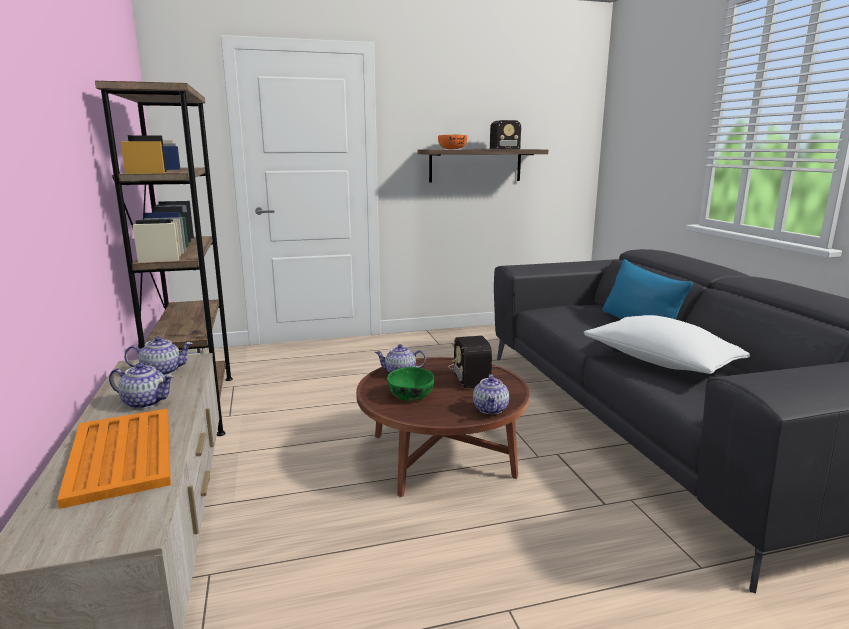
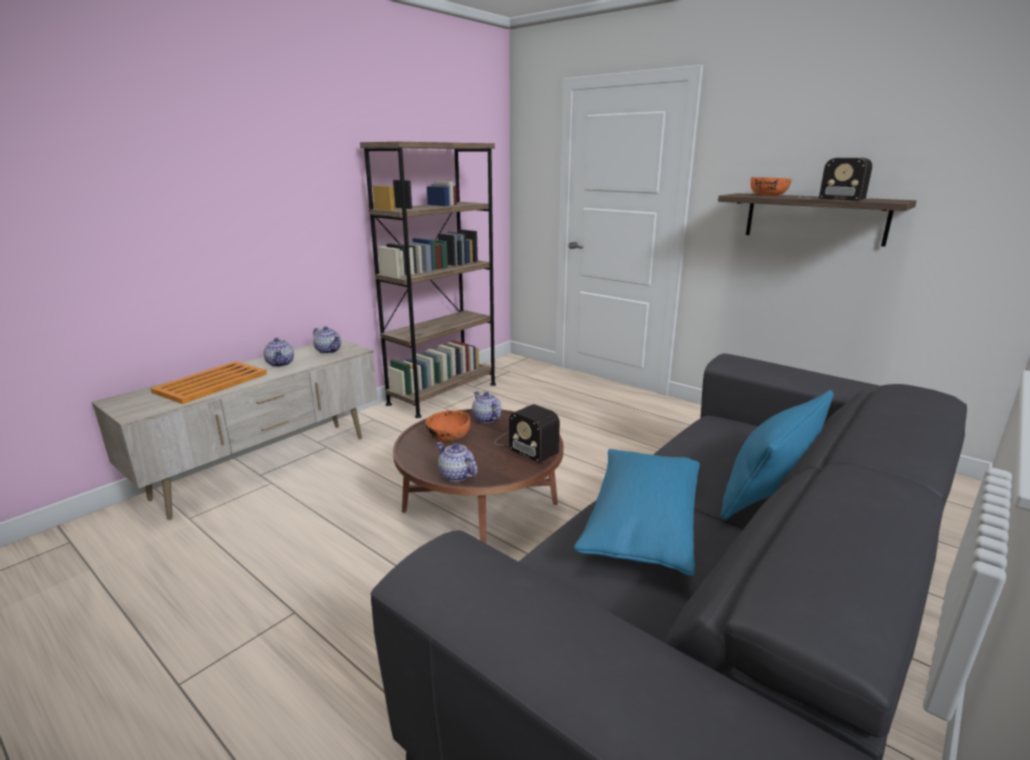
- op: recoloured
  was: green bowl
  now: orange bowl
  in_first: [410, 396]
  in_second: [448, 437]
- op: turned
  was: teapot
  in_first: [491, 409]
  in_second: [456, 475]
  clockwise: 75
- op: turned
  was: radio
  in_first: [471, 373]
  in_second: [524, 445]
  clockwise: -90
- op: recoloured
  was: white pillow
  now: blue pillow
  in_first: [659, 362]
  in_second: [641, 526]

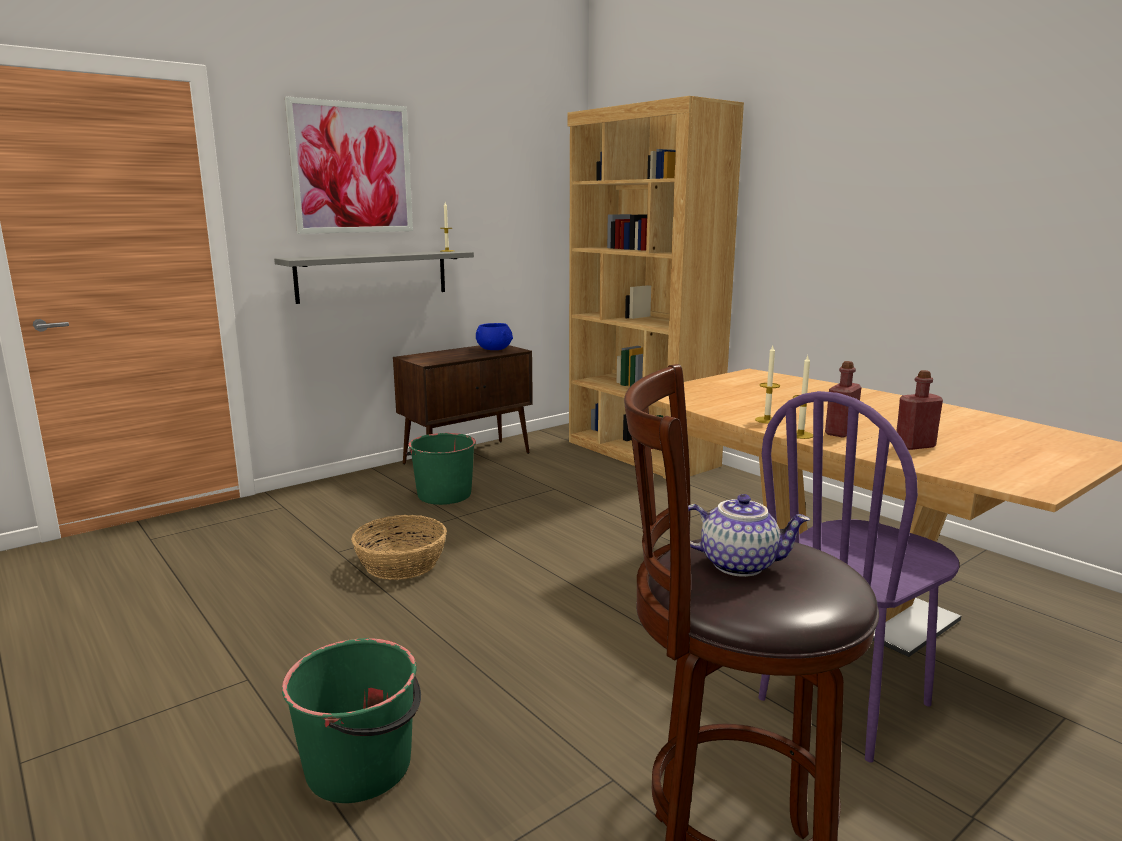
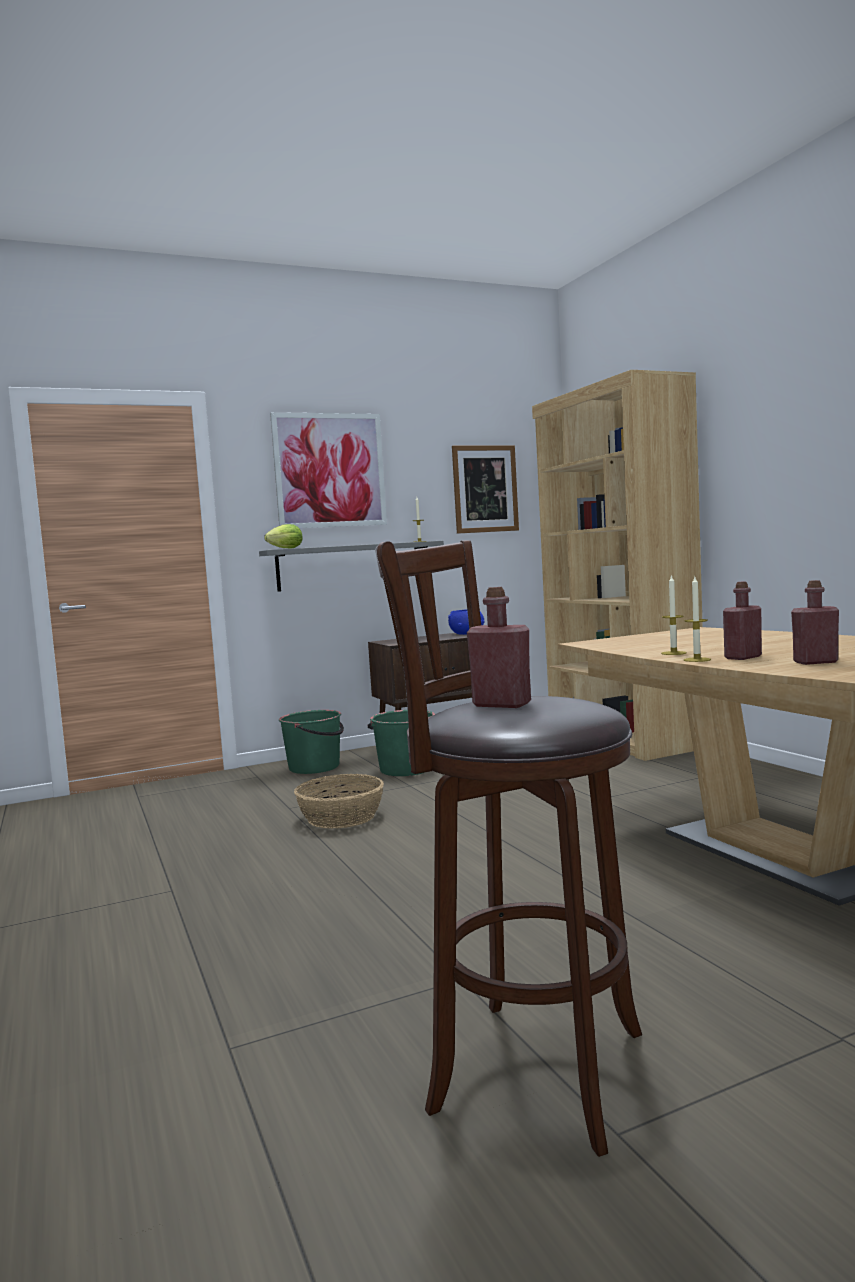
- op: added
  now: lettuce
  in_second: [284, 548]
- op: moved
  was: green bucket
  in_first: [361, 766]
  in_second: [315, 767]
- op: added
  now: picture
  in_second: [485, 489]
- op: replaced
  was: teapot
  now: red bottle
  in_first: [739, 564]
  in_second: [501, 704]
- op: removed
  was: purple chair
  in_first: [845, 702]

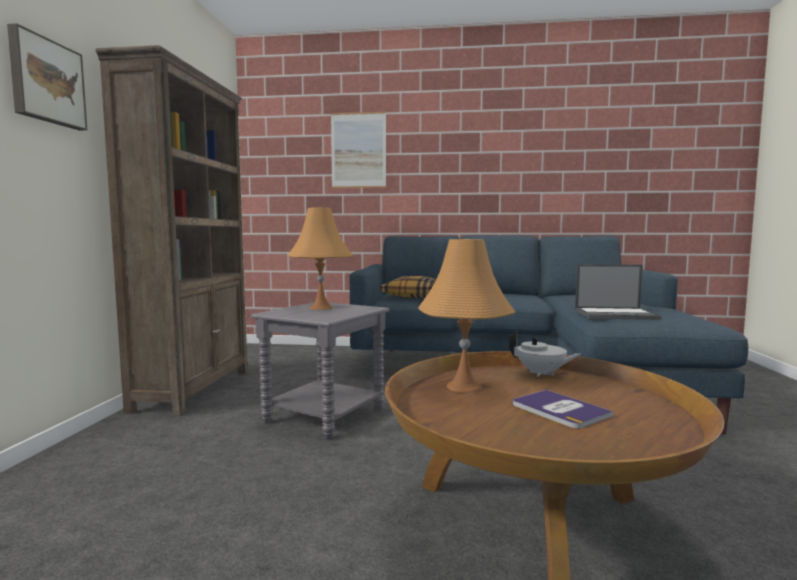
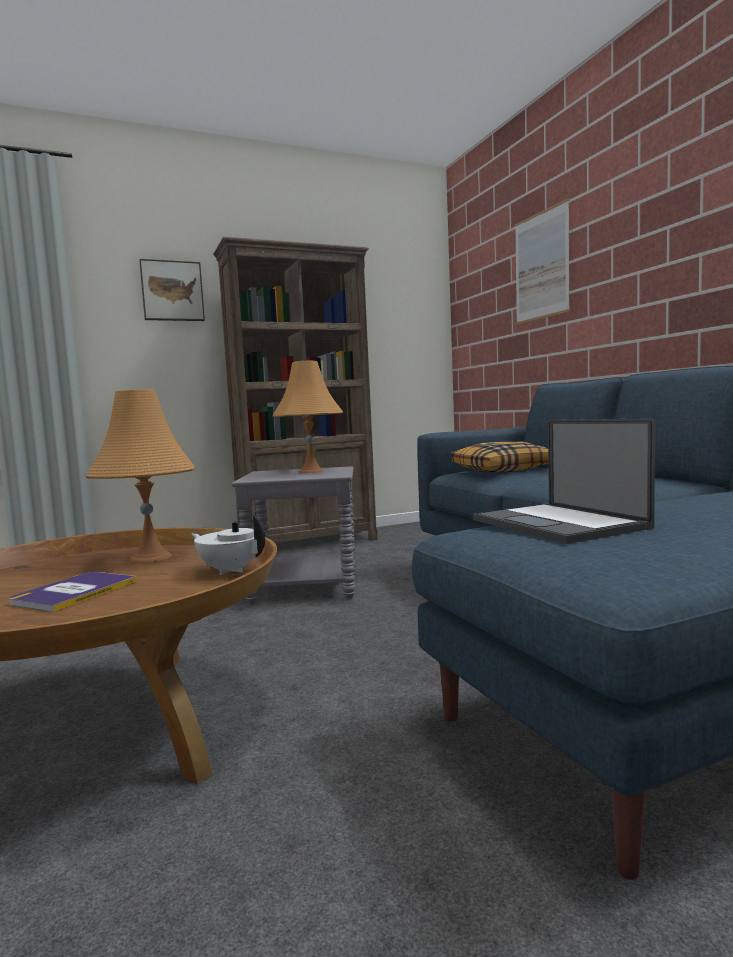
- op: turned
  was: white teapot
  in_first: [541, 374]
  in_second: [230, 570]
  clockwise: 120

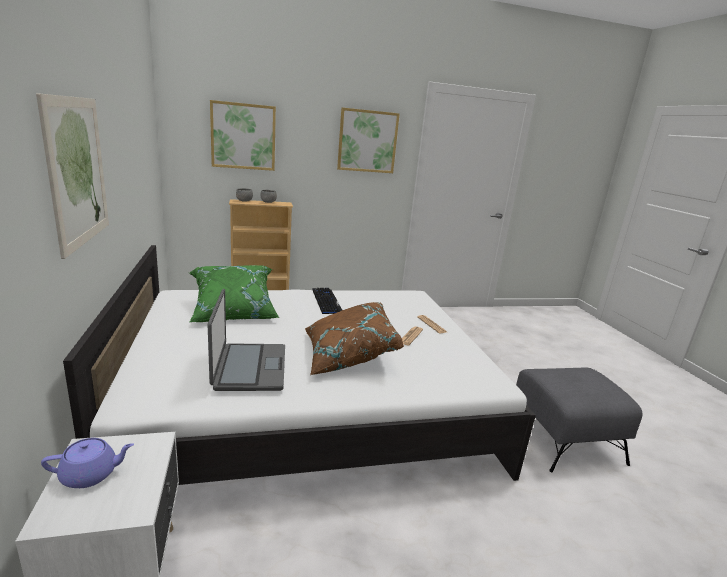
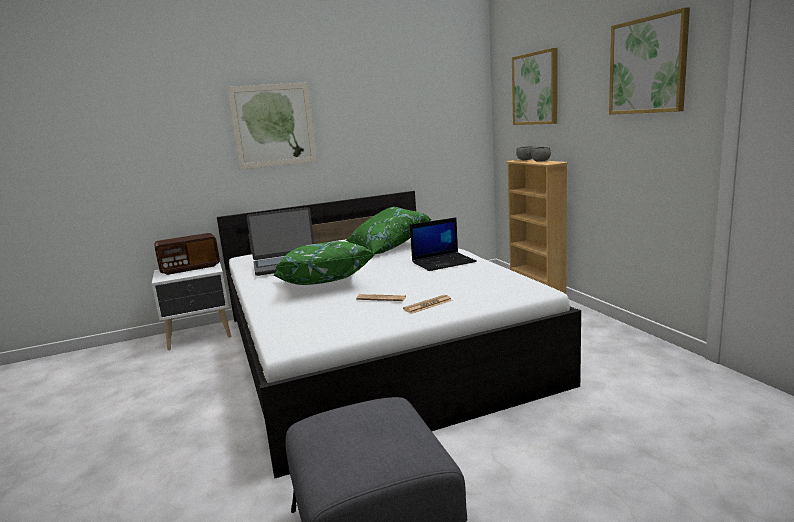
- op: replaced
  was: purple teapot
  now: radio
  in_first: [91, 474]
  in_second: [190, 268]
- op: recoloured
  was: brown pillow
  now: green pillow
  in_first: [347, 355]
  in_second: [323, 284]
- op: replaced
  was: keyboard
  now: laptop
  in_first: [326, 301]
  in_second: [444, 262]

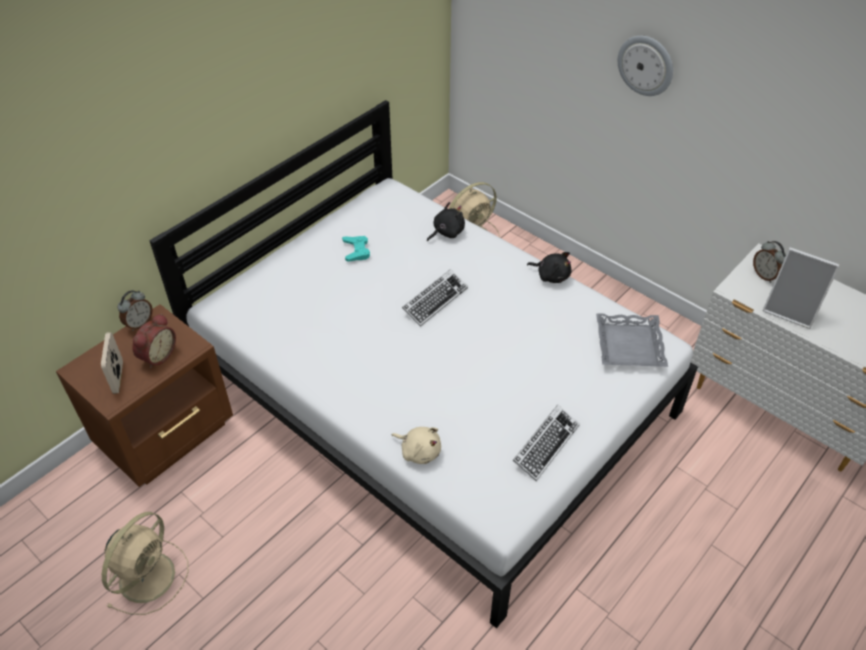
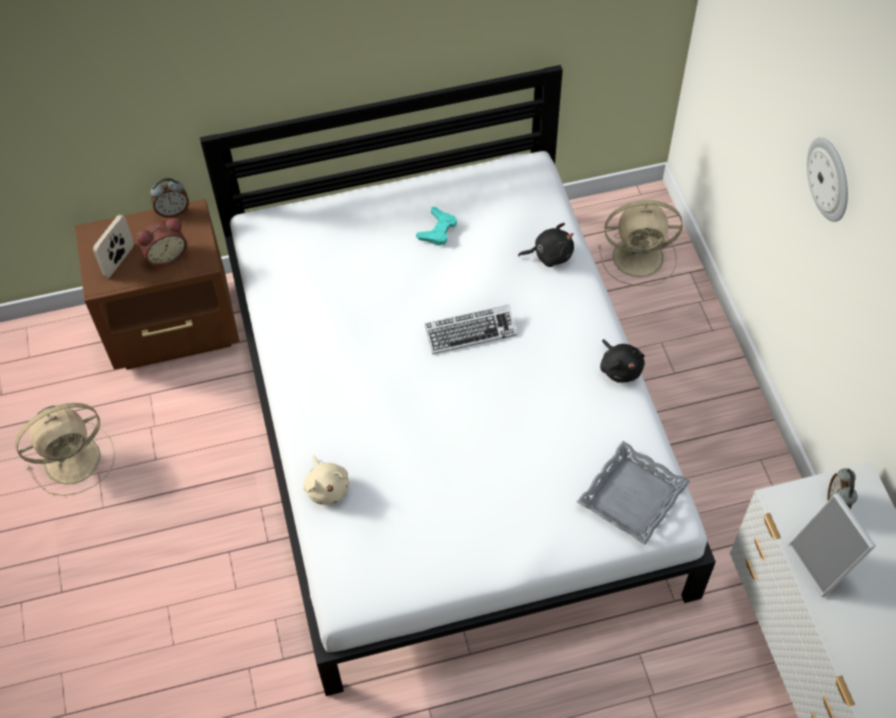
- op: removed
  was: keyboard
  in_first: [545, 445]

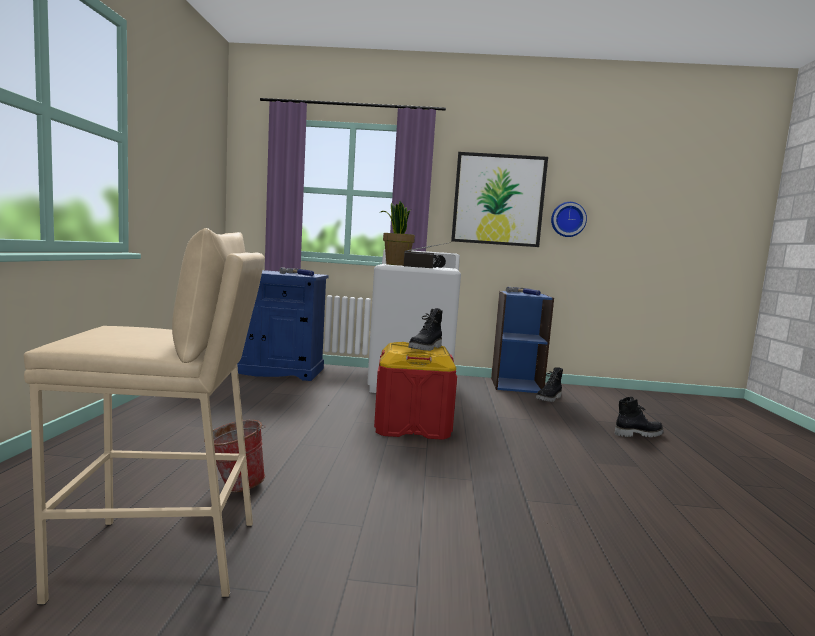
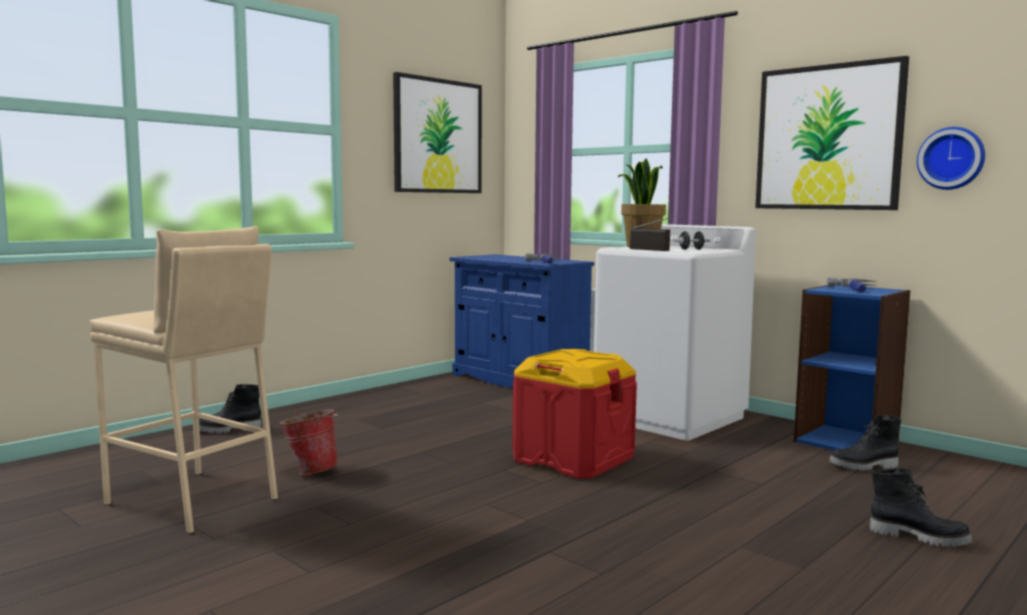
- op: moved
  was: black boot
  in_first: [426, 348]
  in_second: [228, 430]
- op: added
  now: picture
  in_second: [438, 136]

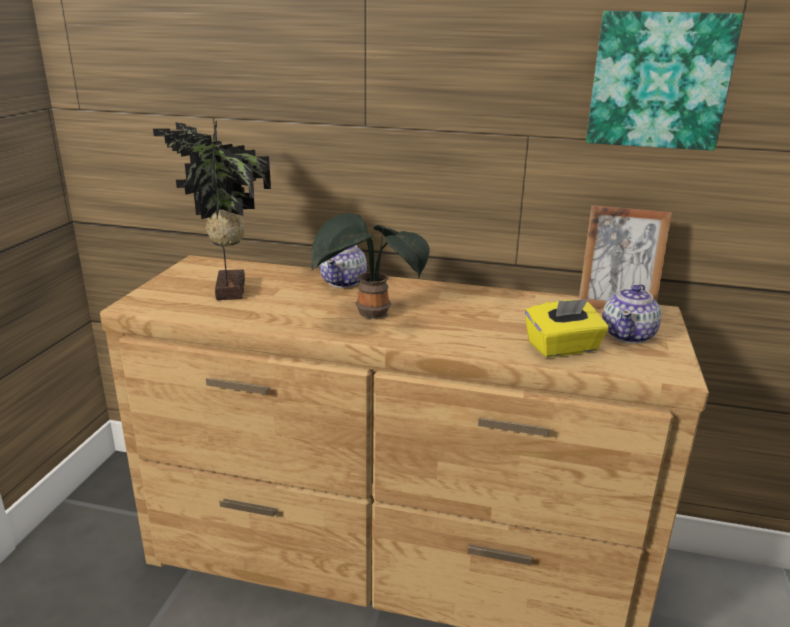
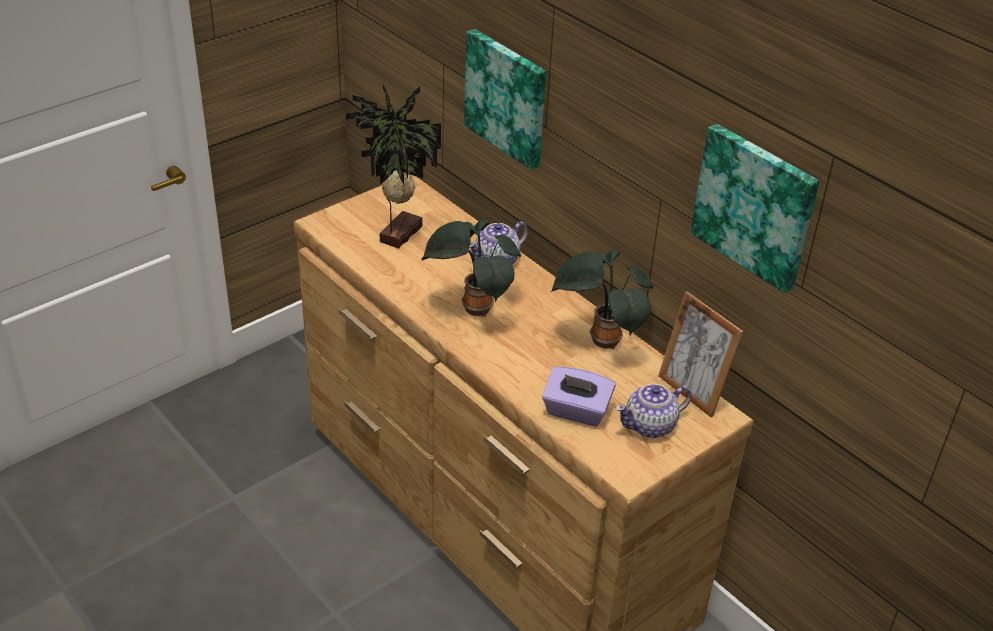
- op: added
  now: picture
  in_second: [507, 97]
- op: recoloured
  was: yellow tissue box
  now: purple tissue box
  in_first: [563, 348]
  in_second: [576, 411]
- op: added
  now: potted plant
  in_second: [601, 340]

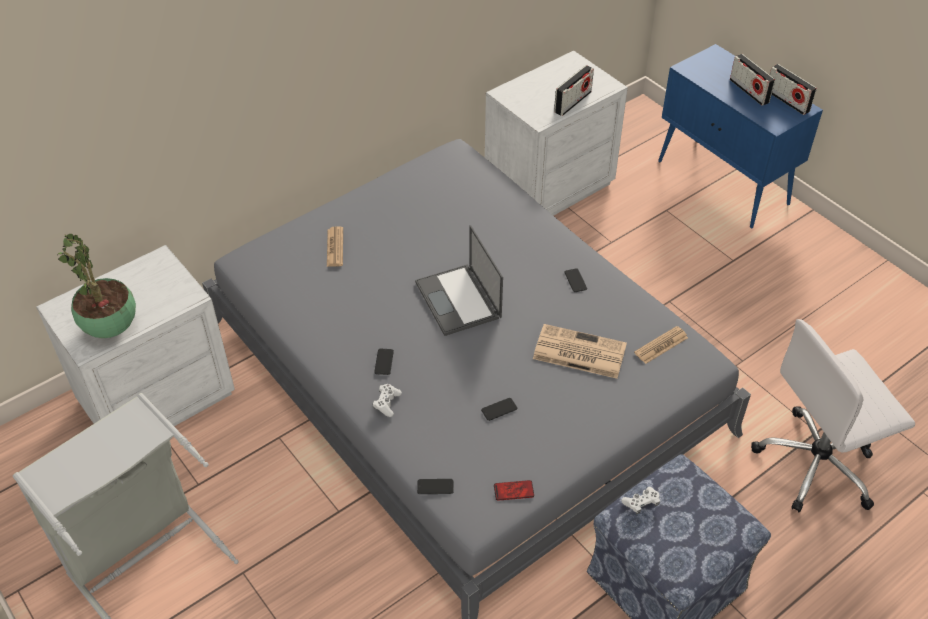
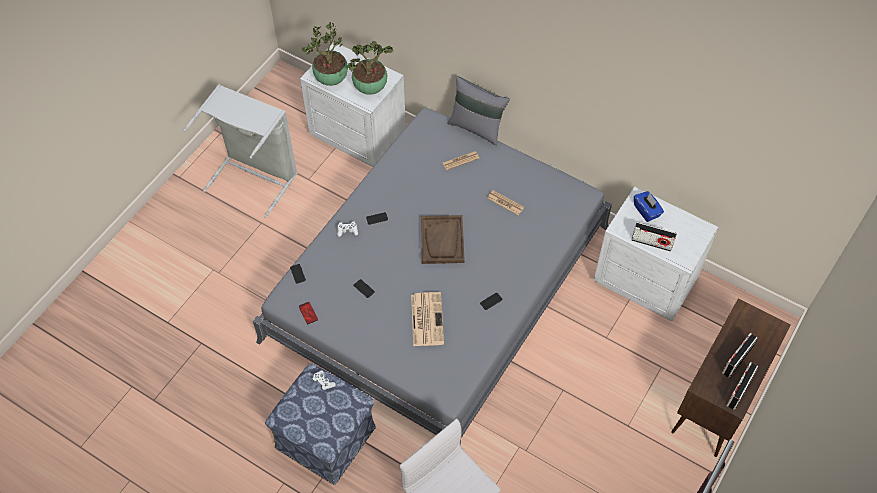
- op: added
  now: potted plant
  in_second: [371, 88]
- op: replaced
  was: laptop
  now: brown tray
  in_first: [459, 300]
  in_second: [442, 240]
- op: added
  now: grey pillow
  in_second: [476, 127]
- op: moved
  was: newspaper
  in_first: [661, 345]
  in_second: [505, 203]
- op: added
  now: blue tissue box
  in_second: [646, 211]
- op: recoloured
  was: blue cabinet
  now: brown cabinet
  in_first: [723, 183]
  in_second: [716, 402]

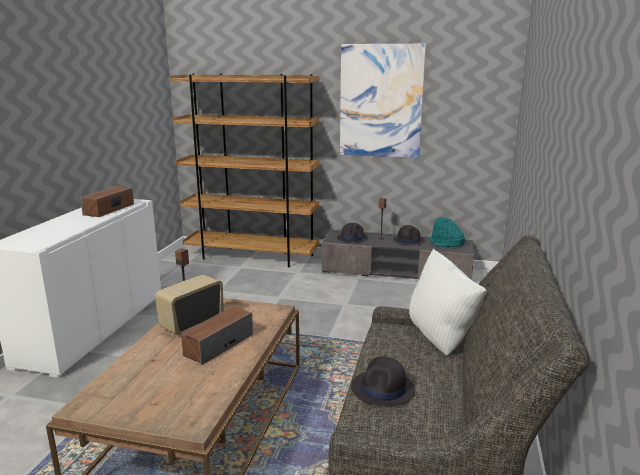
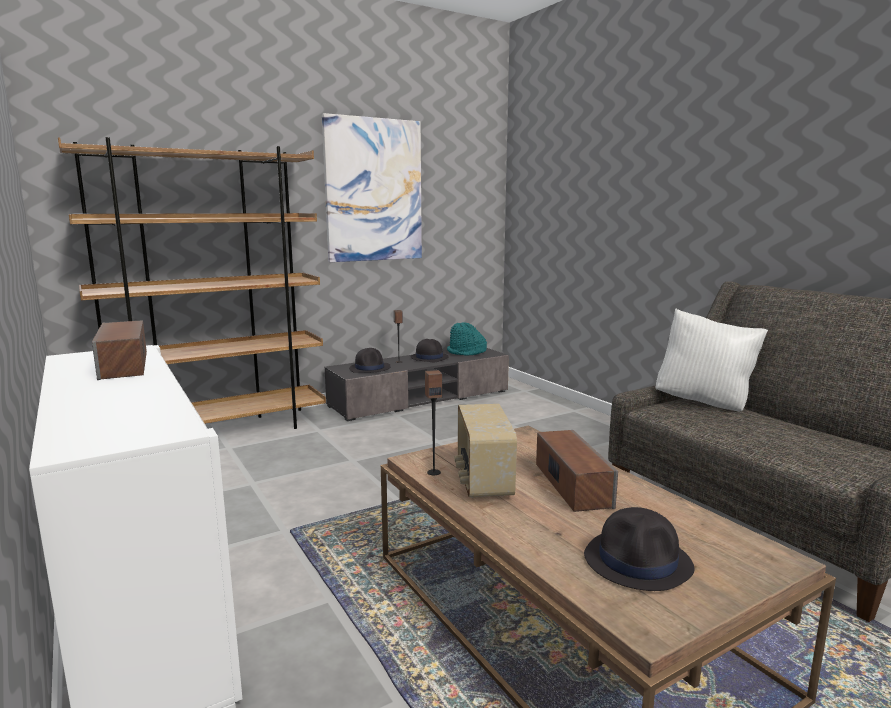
- op: moved
  was: black hat
  in_first: [383, 389]
  in_second: [638, 562]

